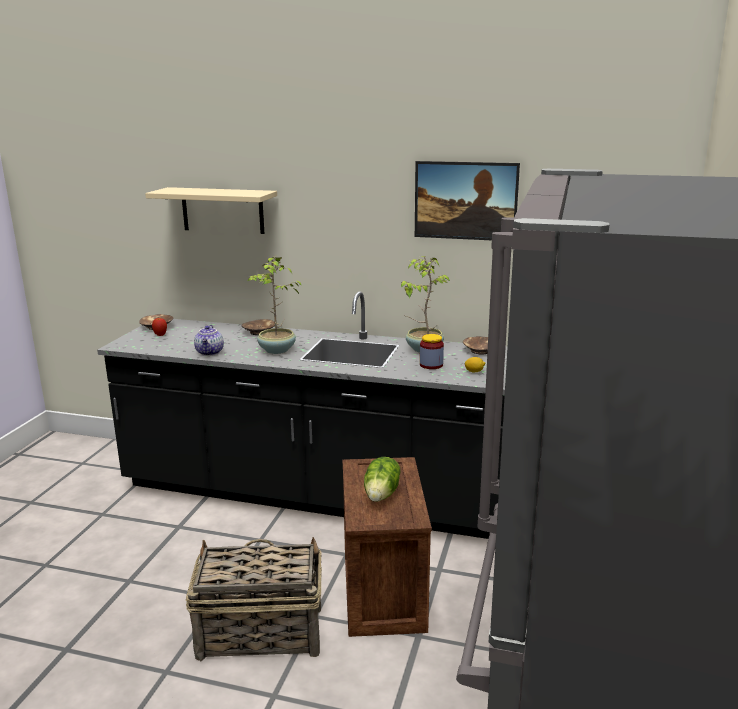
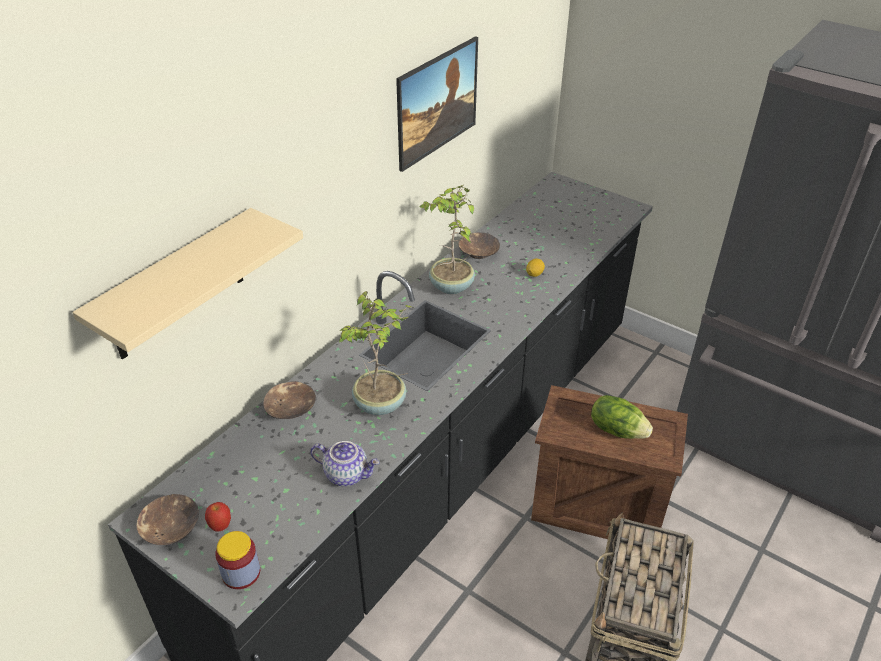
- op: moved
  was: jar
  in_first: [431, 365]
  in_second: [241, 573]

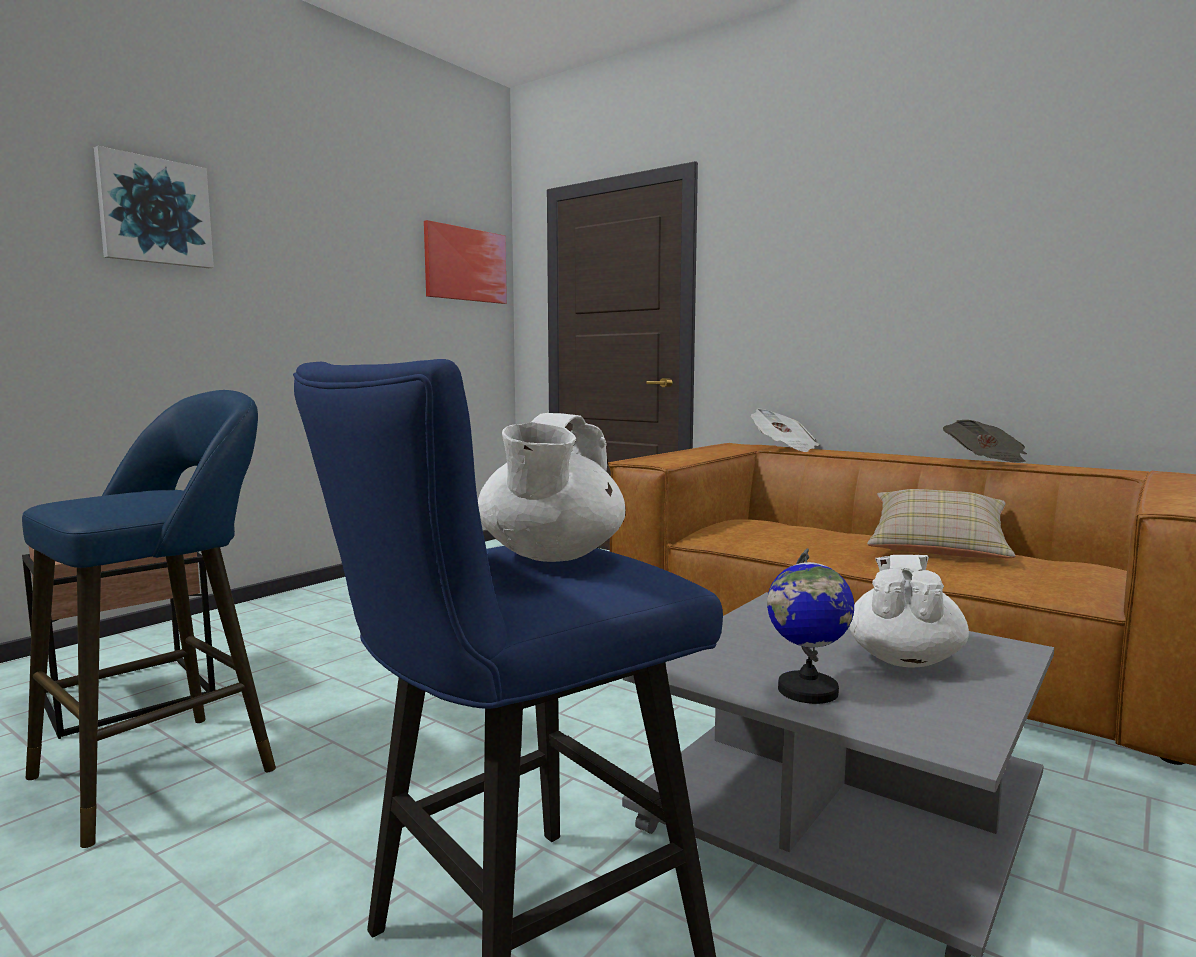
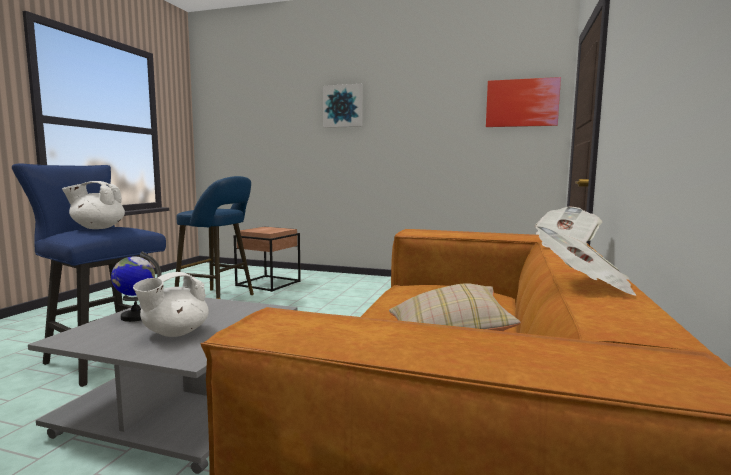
- op: turned
  was: white teapot
  in_first: [904, 659]
  in_second: [174, 333]
  clockwise: 135

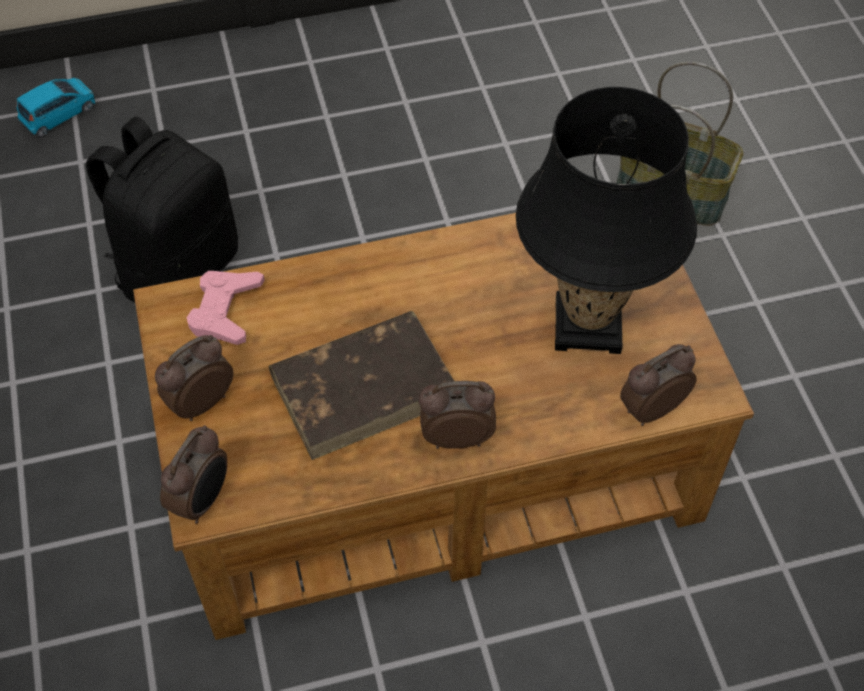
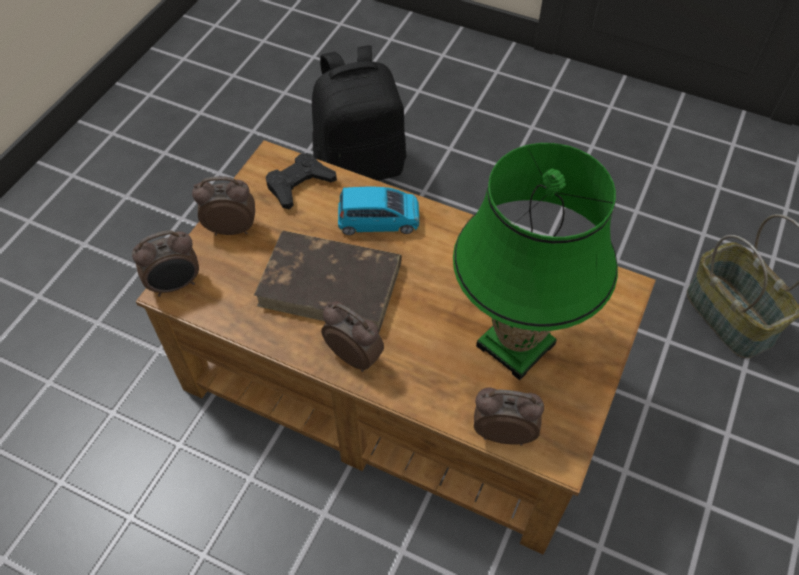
- op: recoloured
  was: pink game controller
  now: black game controller
  in_first: [225, 311]
  in_second: [299, 184]
- op: moved
  was: blue toy car
  in_first: [59, 114]
  in_second: [378, 221]
- op: recoloured
  was: black table lamp
  now: green table lamp
  in_first: [588, 325]
  in_second: [516, 345]

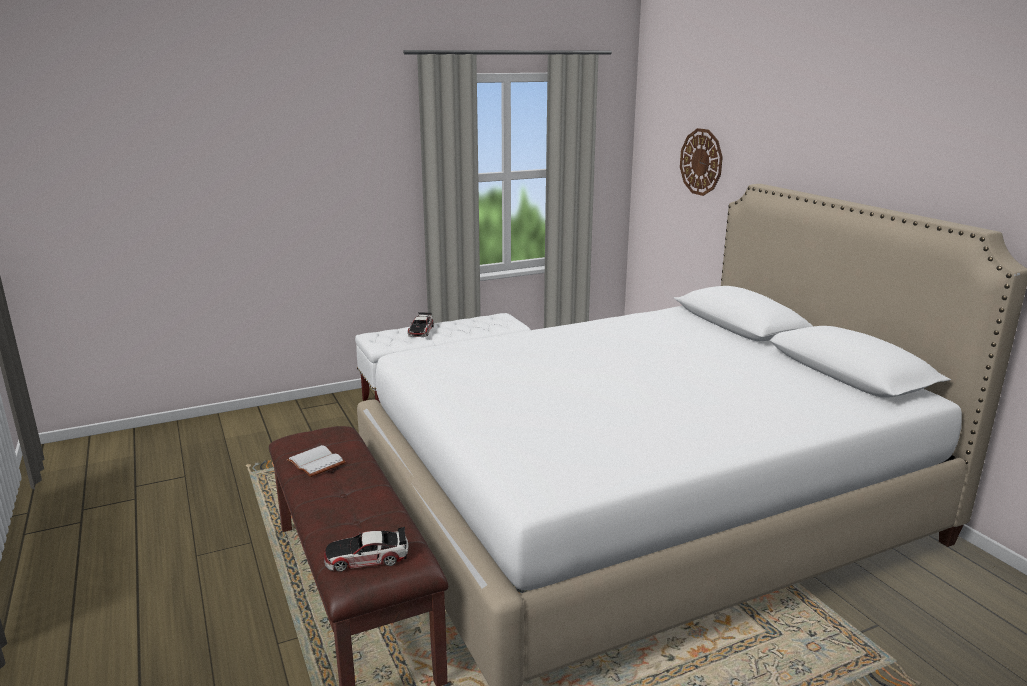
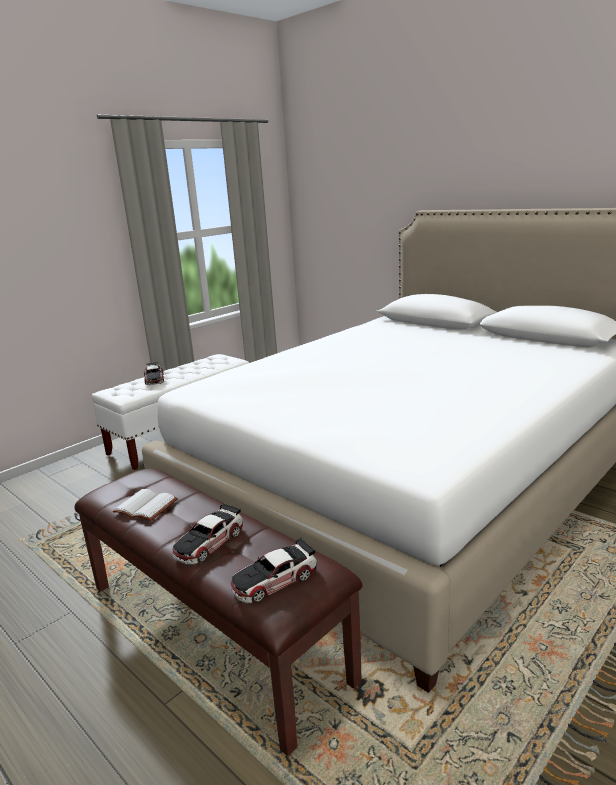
- op: added
  now: toy car
  in_second: [208, 542]
- op: removed
  was: wall clock
  in_first: [701, 162]

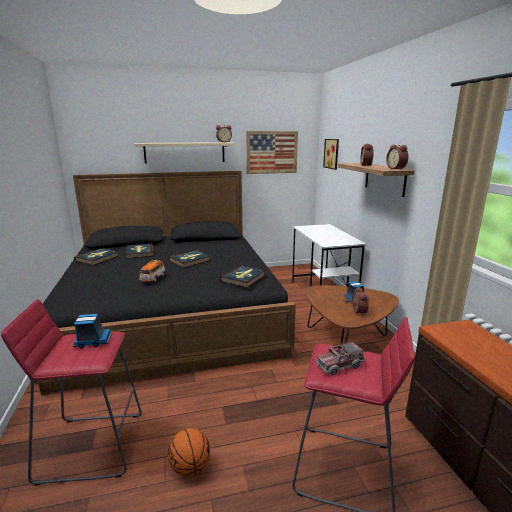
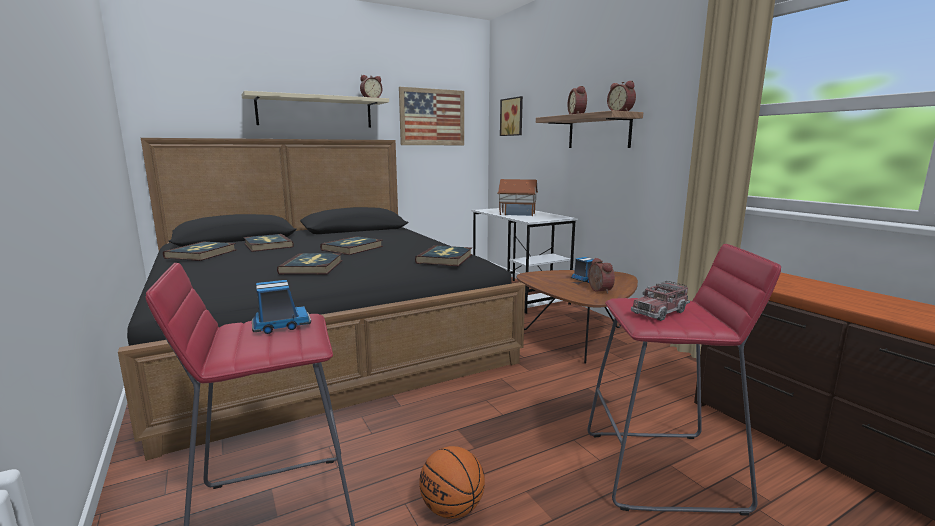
- op: replaced
  was: toy car
  now: book
  in_first: [153, 279]
  in_second: [312, 267]
- op: added
  now: toy house
  in_second: [517, 214]

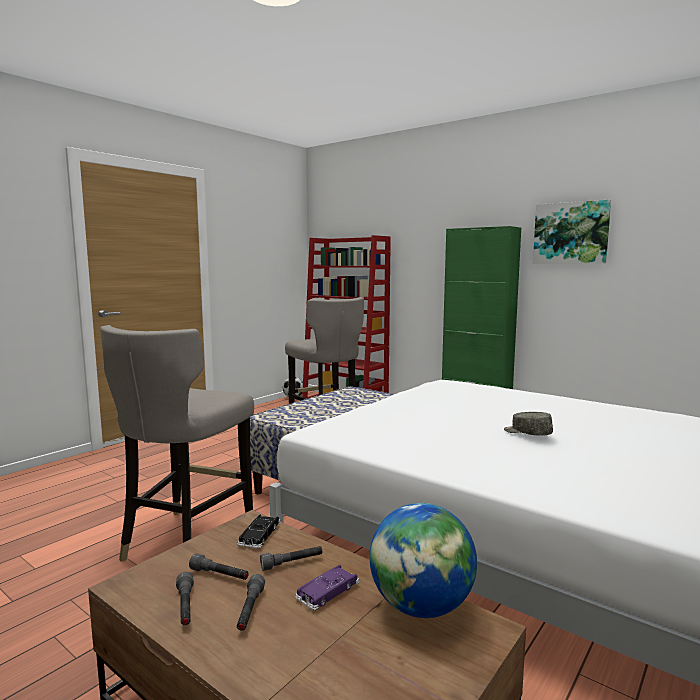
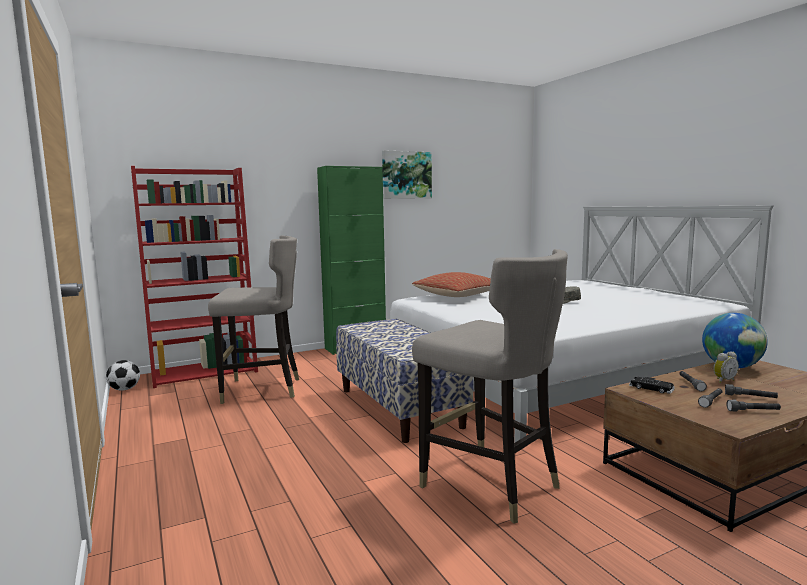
- op: added
  now: pillow
  in_second: [457, 295]
- op: replaced
  was: purple toy car
  now: alarm clock
  in_first: [327, 592]
  in_second: [723, 380]

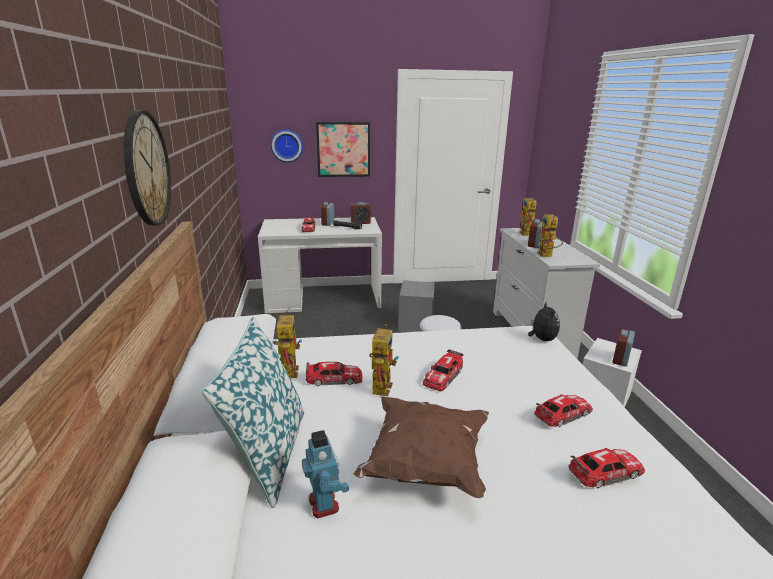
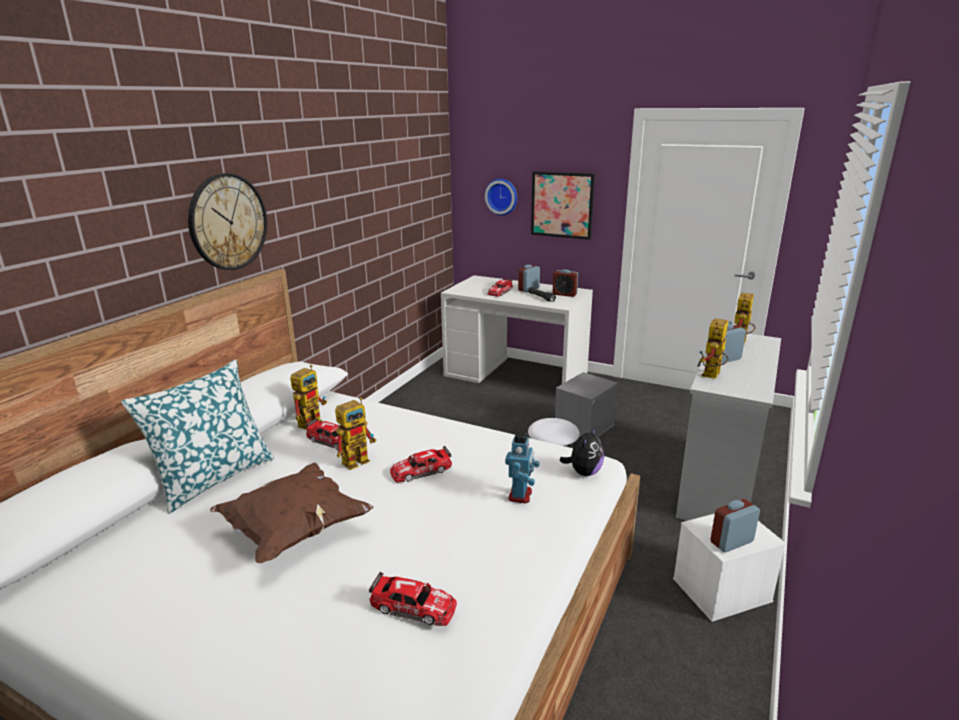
- op: moved
  was: toy robot
  in_first: [324, 504]
  in_second: [521, 495]
- op: removed
  was: toy car
  in_first: [562, 414]

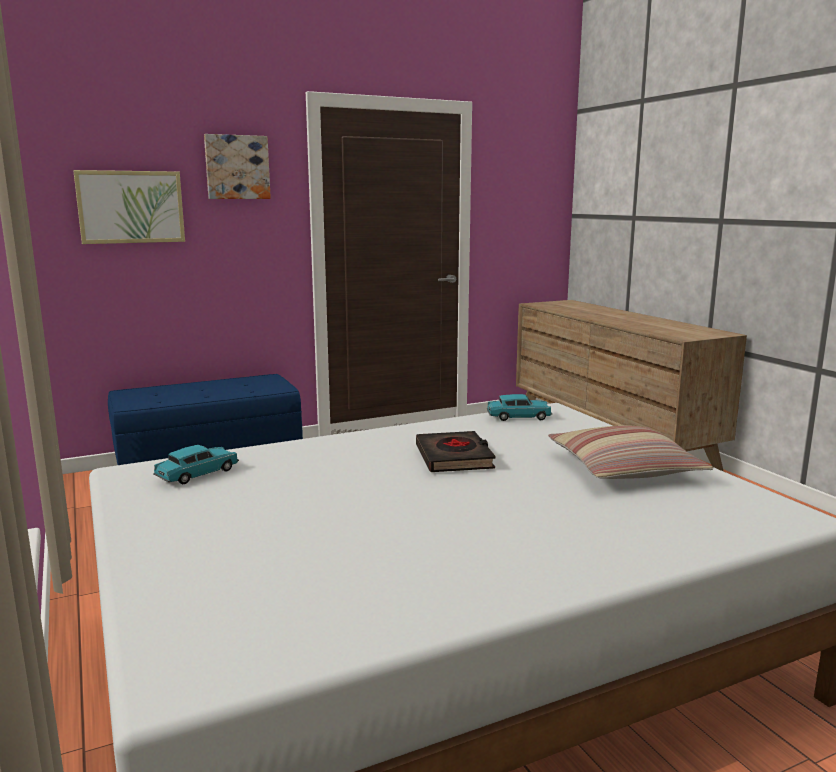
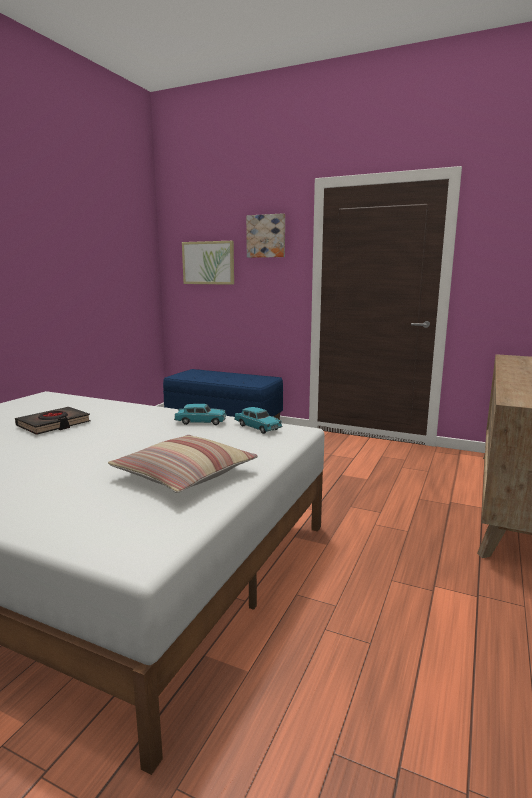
- op: moved
  was: black book
  in_first: [454, 458]
  in_second: [54, 424]
- op: moved
  was: turquoise toy car
  in_first: [197, 474]
  in_second: [200, 422]

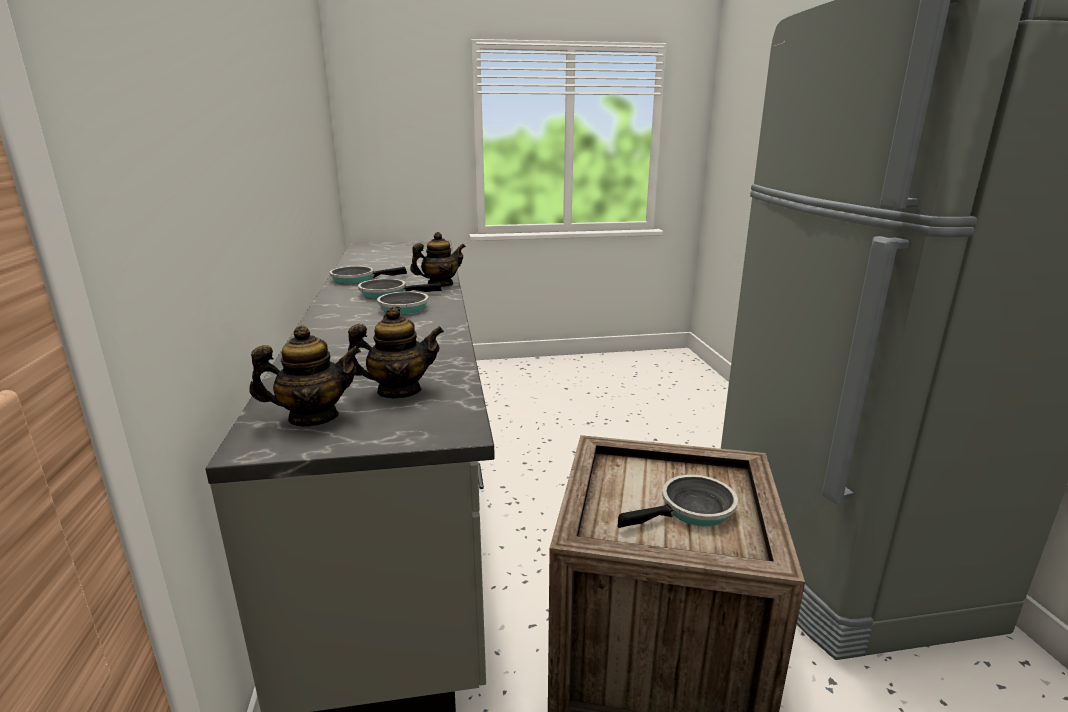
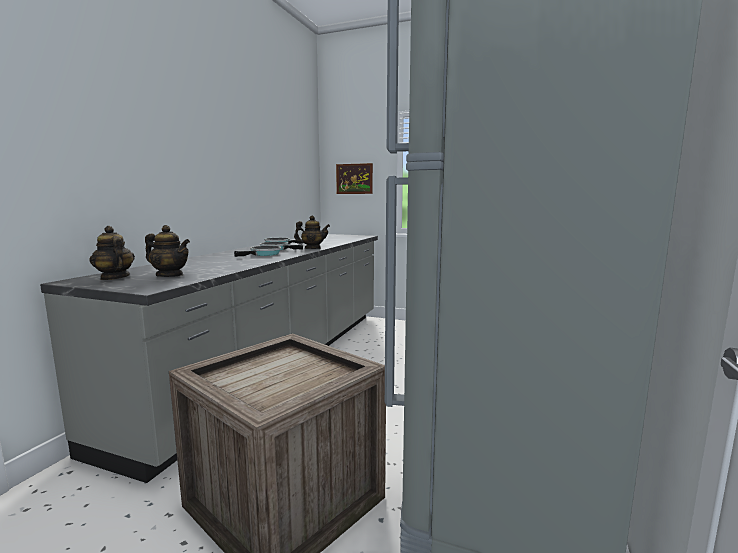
- op: turned
  was: teapot
  in_first: [313, 417]
  in_second: [114, 277]
  clockwise: -150
- op: added
  now: picture
  in_second: [354, 179]
- op: removed
  was: frying pan
  in_first: [692, 510]

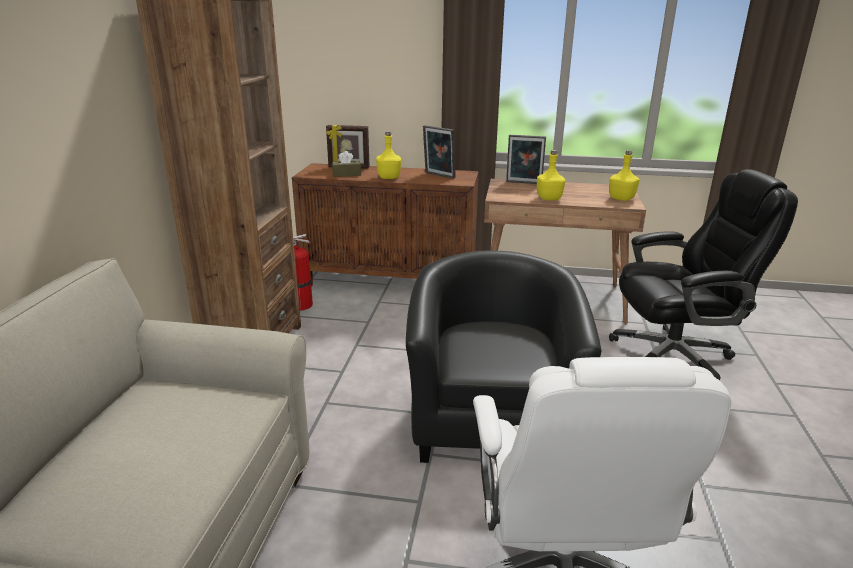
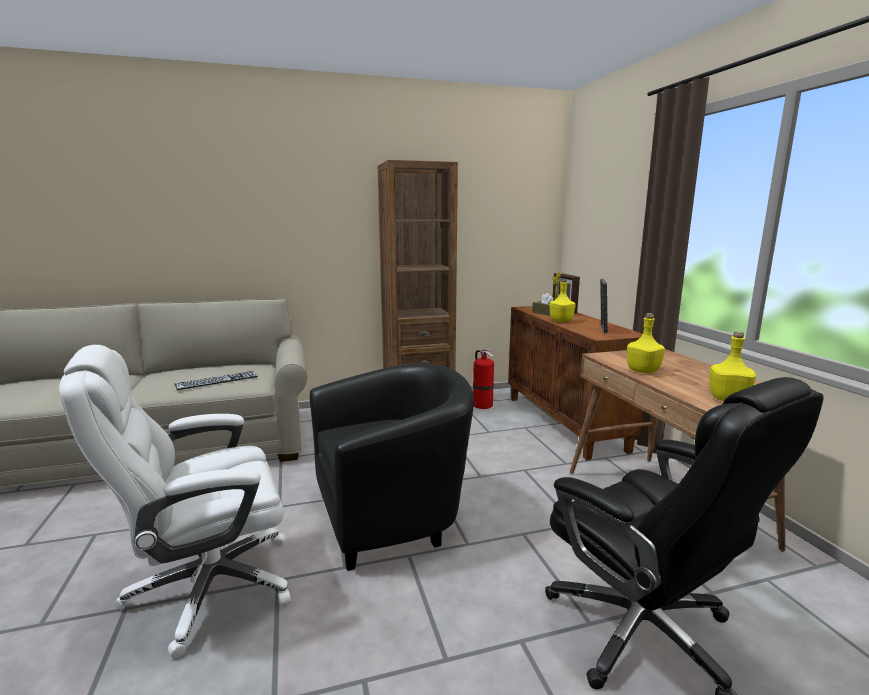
- op: added
  now: keyboard
  in_second: [217, 380]
- op: removed
  was: picture frame
  in_first: [523, 183]

